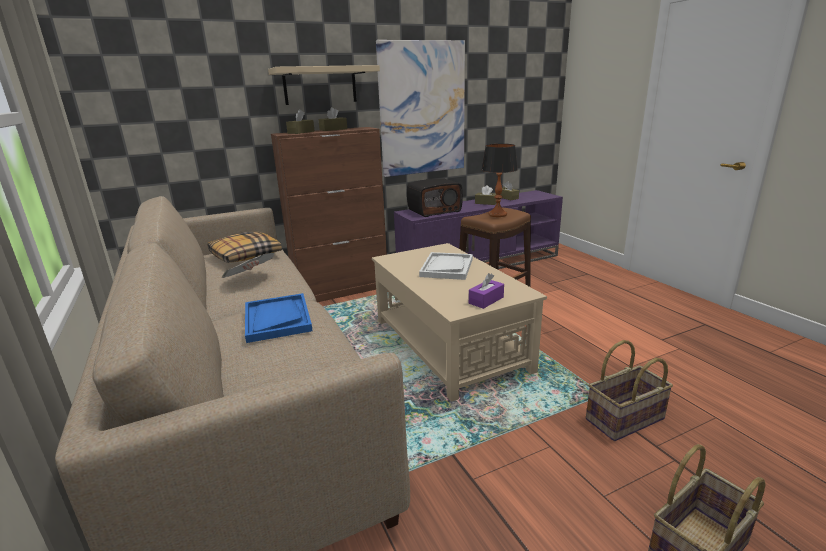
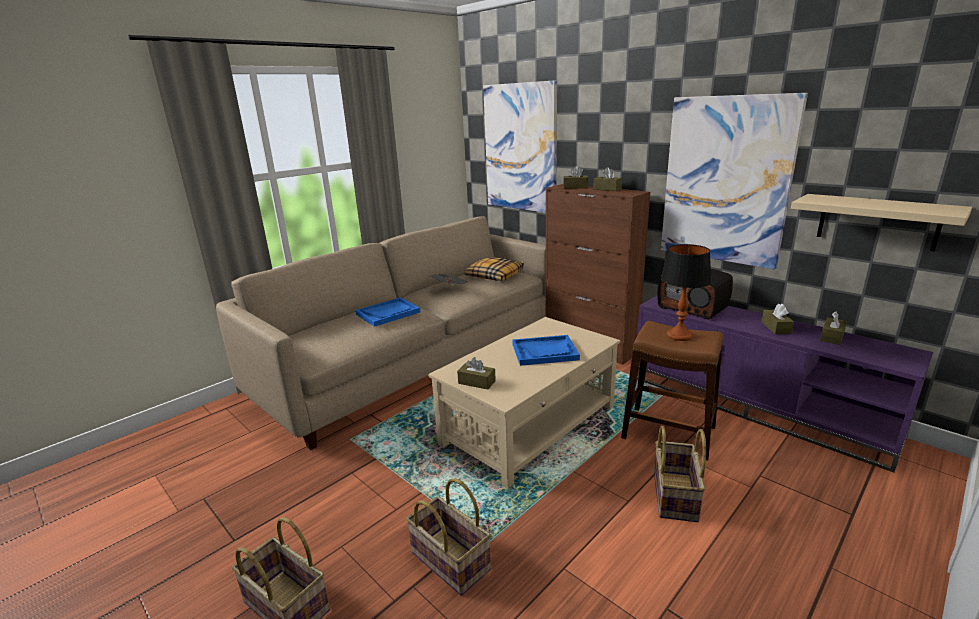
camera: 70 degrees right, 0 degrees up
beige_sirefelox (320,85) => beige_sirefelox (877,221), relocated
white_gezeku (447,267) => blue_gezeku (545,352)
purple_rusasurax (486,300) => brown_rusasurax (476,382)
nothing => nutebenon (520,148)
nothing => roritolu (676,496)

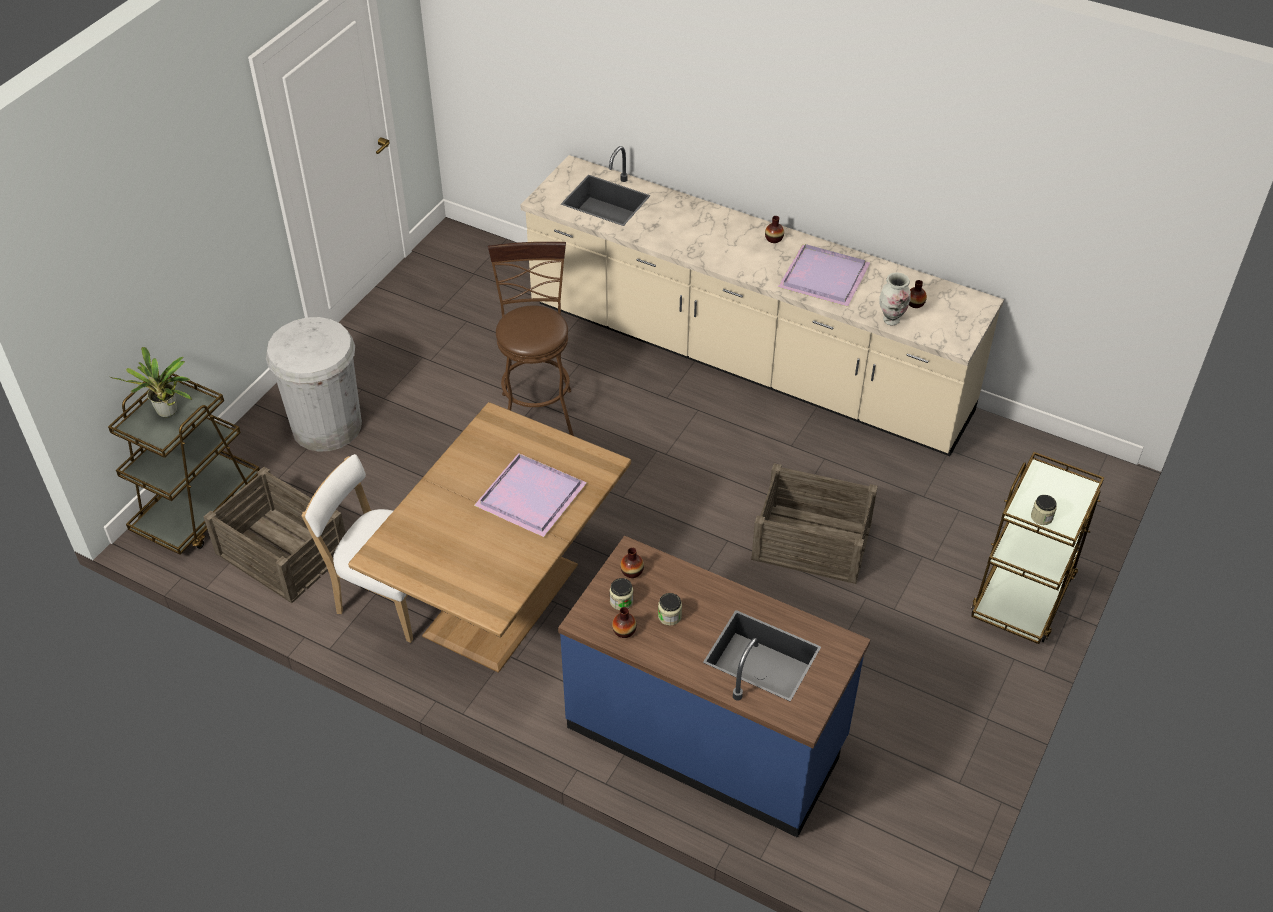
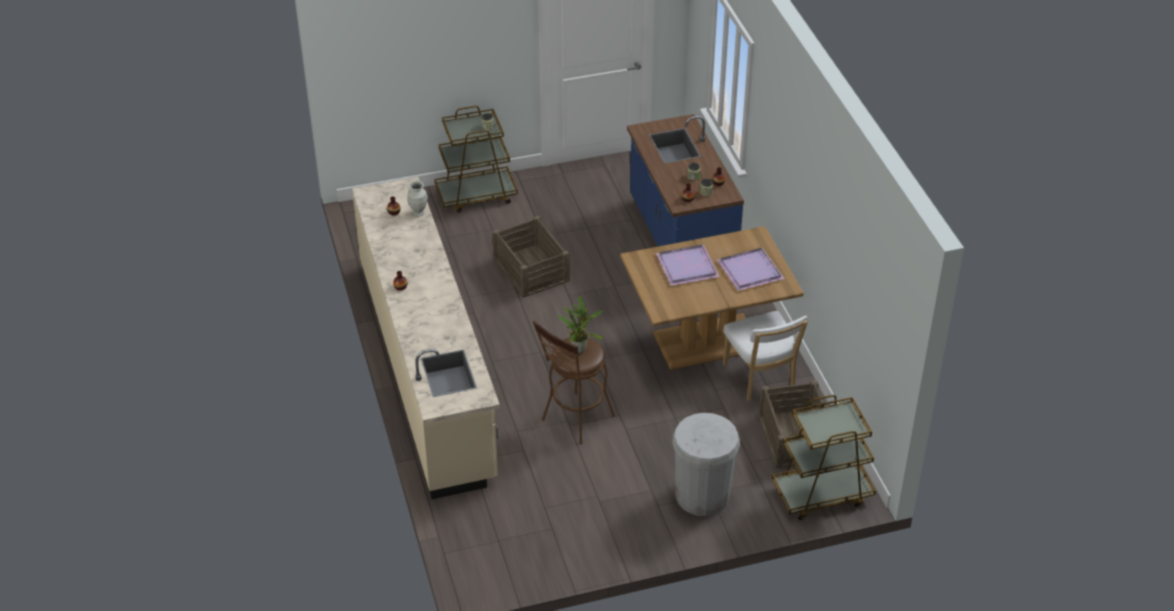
camera: 135 degrees left, 5 degrees down
purple_gezeku (823,276) => purple_gezeku (749,271), relocated
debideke (168,414) => debideke (579,347), relocated

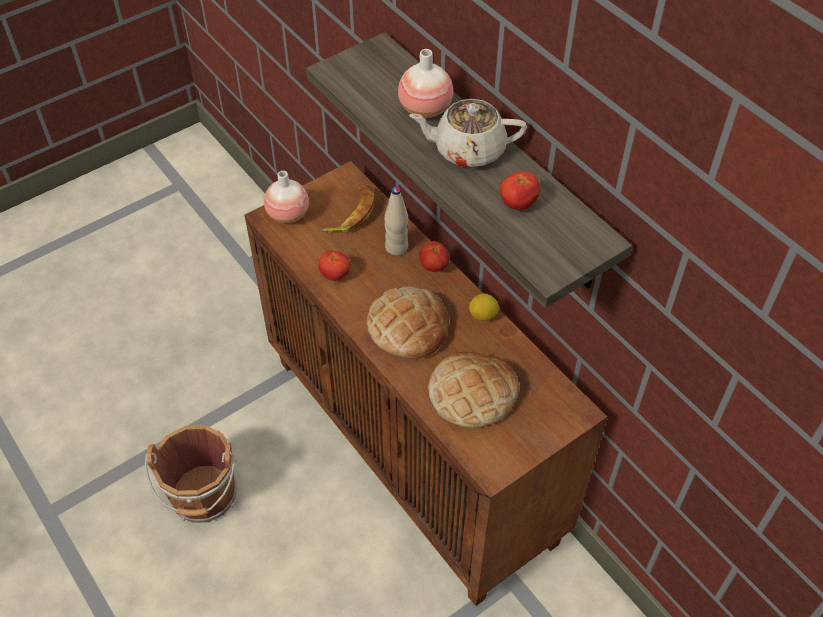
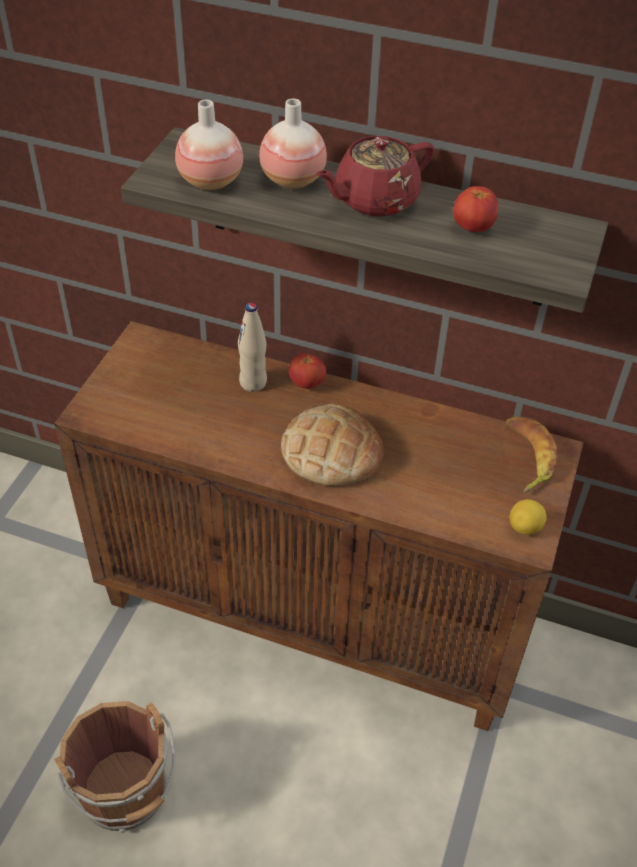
camera: 35 degrees left, 5 degrees down
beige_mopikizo (467,150) => red_mopikizo (374,200)
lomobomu (288,214) => lomobomu (210,181), relocated
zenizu (351,214) => zenizu (526,457), relocated
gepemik (335,275) => nothing
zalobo (483,315) => zalobo (525,528), relocated
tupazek (472,393) => nothing

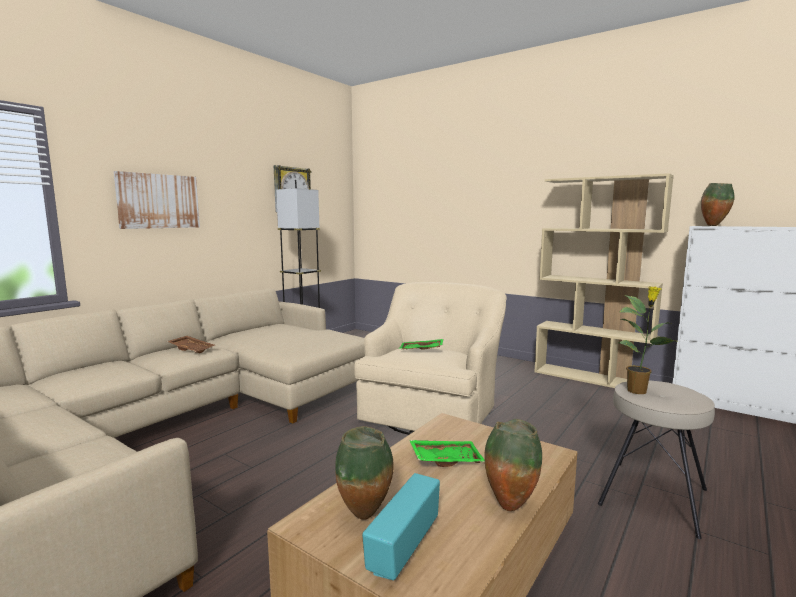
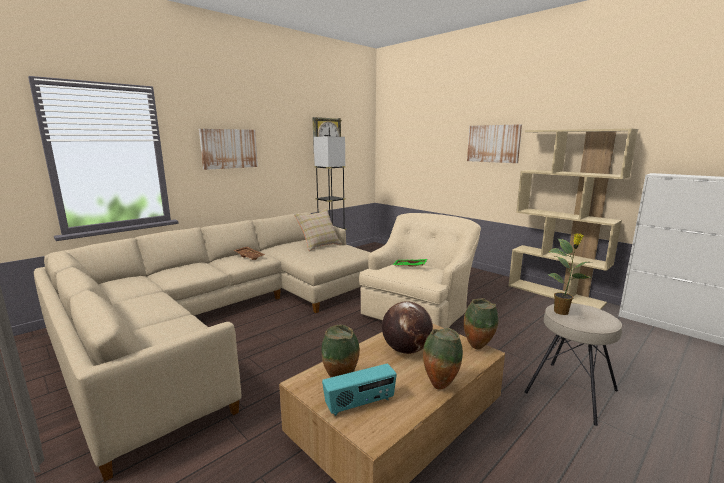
camera: 10 degrees right, 5 degrees up
lomobomu (714,226) => lomobomu (478,347), relocated
green_gezeku (446,459) => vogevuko (406,350)
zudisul (403,547) => zudisul (360,404), 150 degrees counterclockwise
nothing => nutebenon (493,143)
nothing => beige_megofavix (319,245)

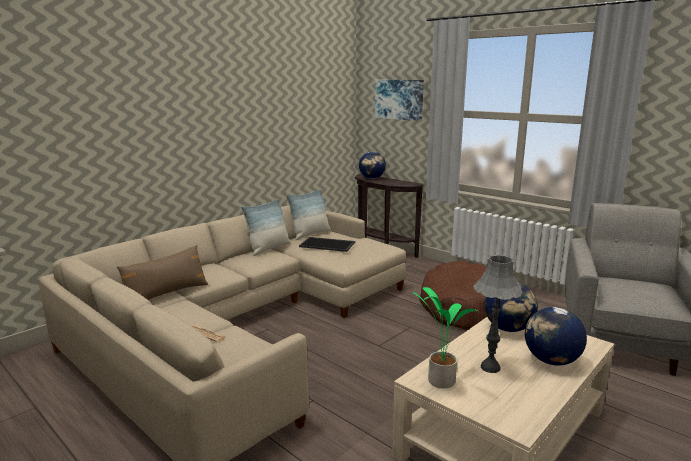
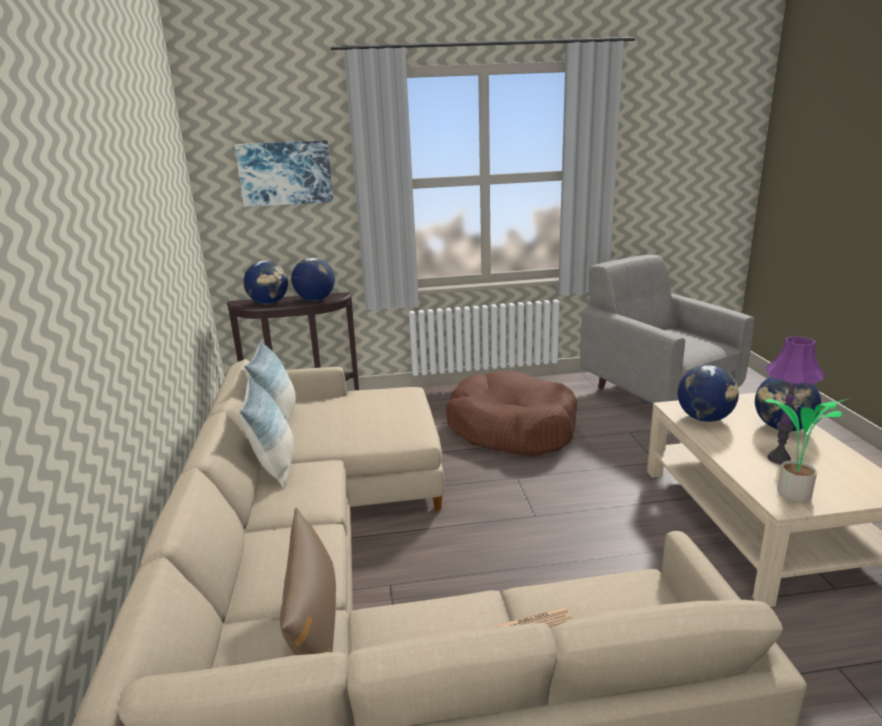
camera: 50 degrees left, 5 degrees up
gezeku (328,244) => nothing
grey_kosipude (490,367) => purple_kosipude (779,459)
nothing => vogevuko (315,300)

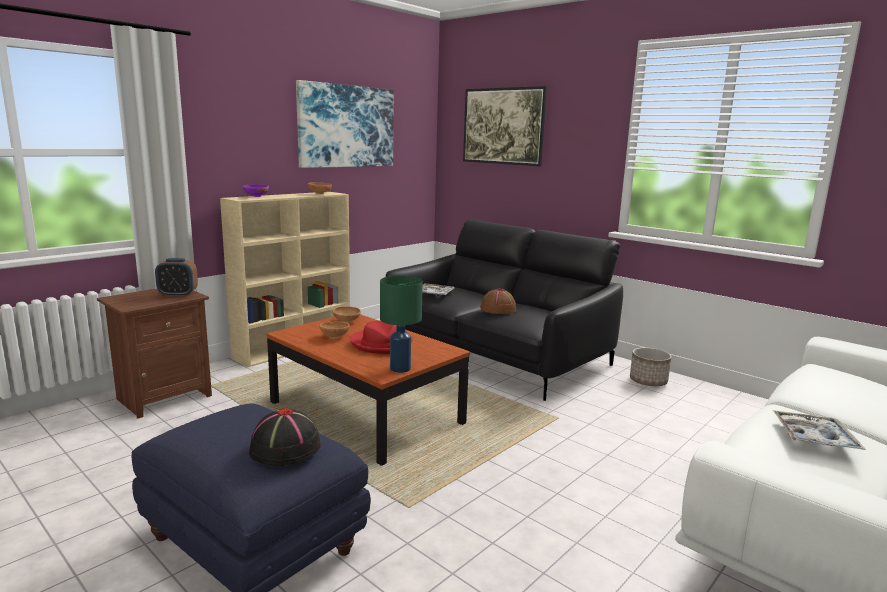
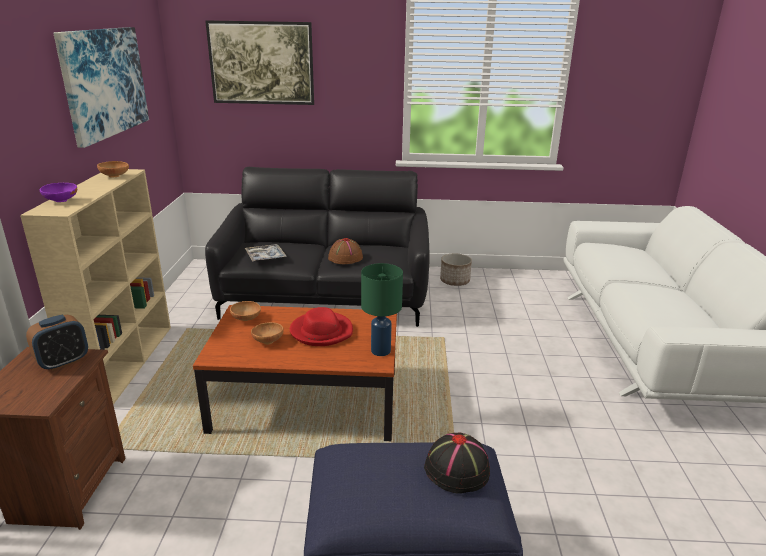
camera: 40 degrees left, 10 degrees up
gezeku (814,438) => nothing

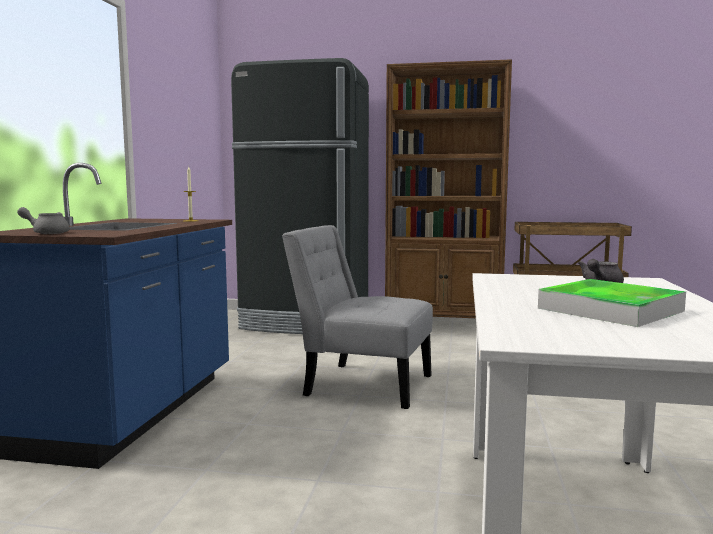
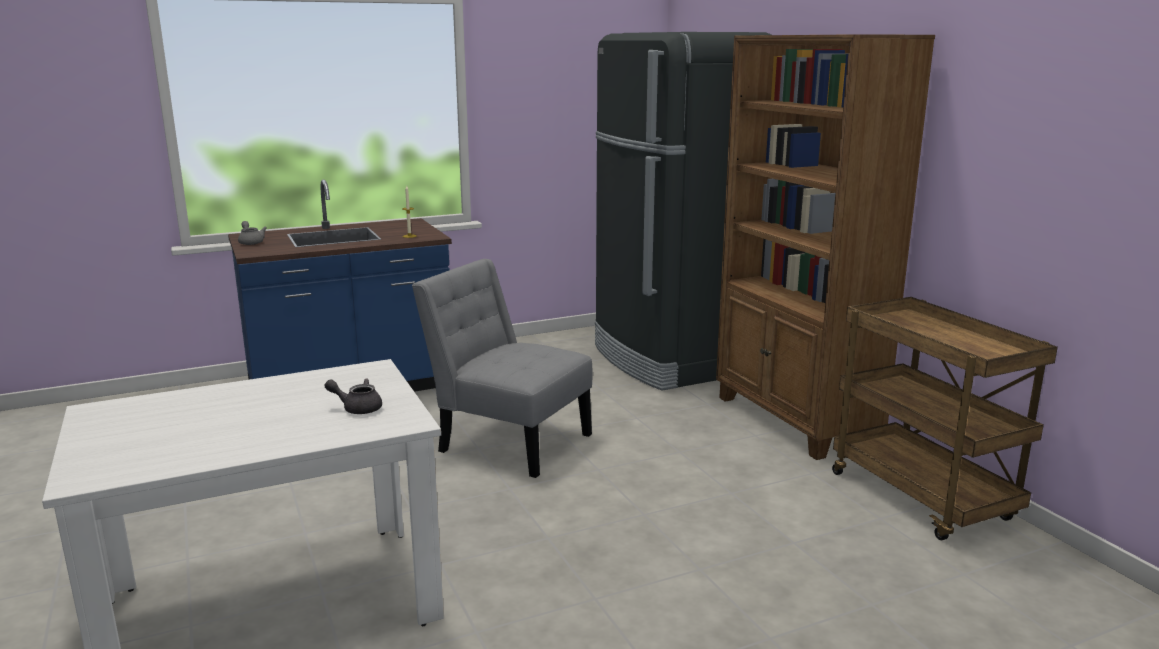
camera: 55 degrees right, 10 degrees up
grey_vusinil (362,384) => grey_vusinil (509,441), 45 degrees counterclockwise
gezeku (610,309) => nothing

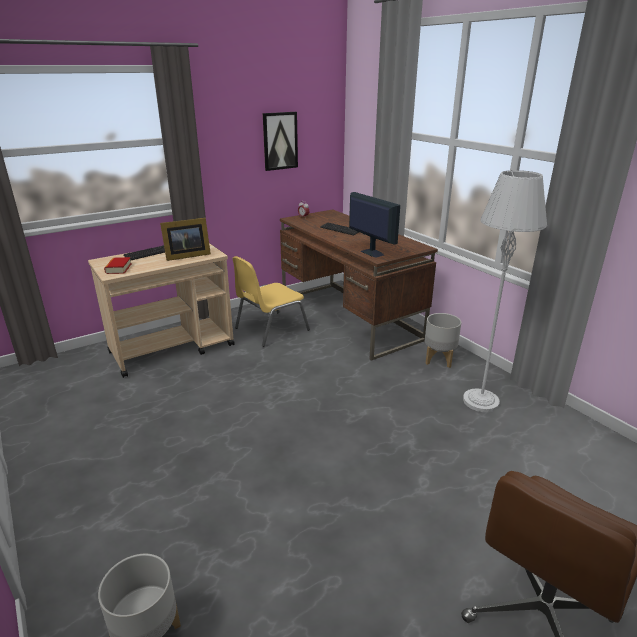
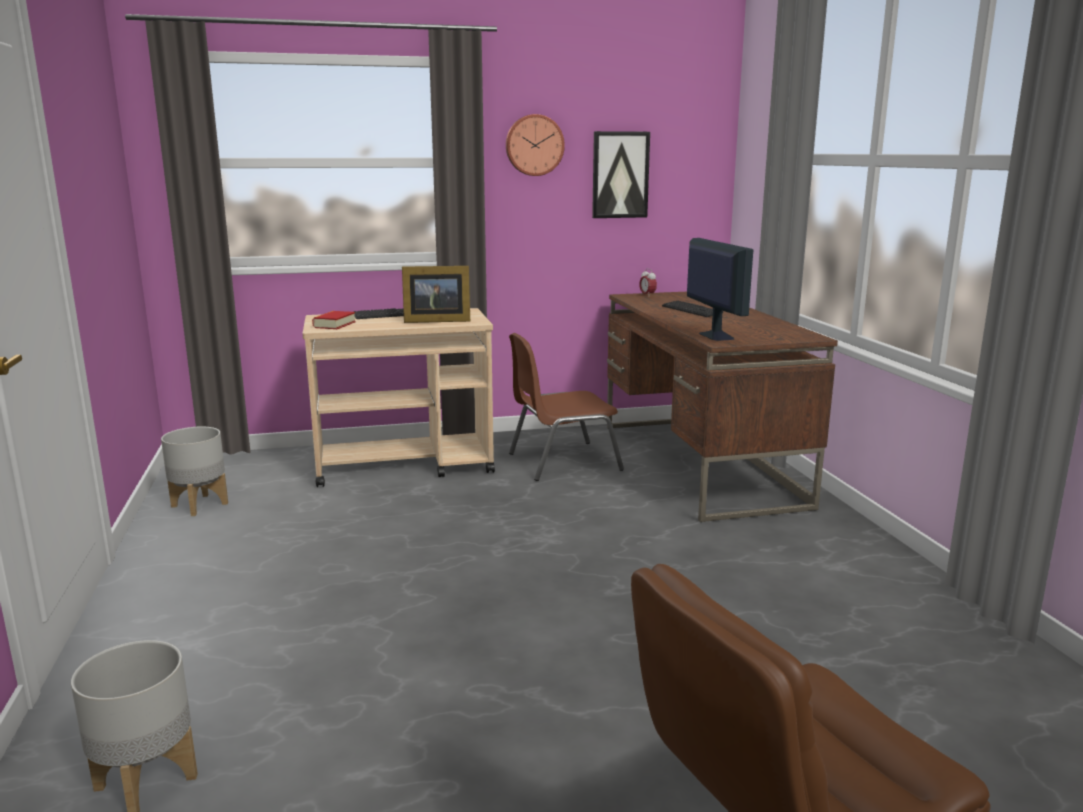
camera: 20 degrees right, 10 degrees down
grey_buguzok (481,401) => nothing
yellow_vusinil (270,329) => brown_vusinil (562,461)
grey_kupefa (439,360) => grey_kupefa (199,505), relocated
nothing => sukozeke (534,145)

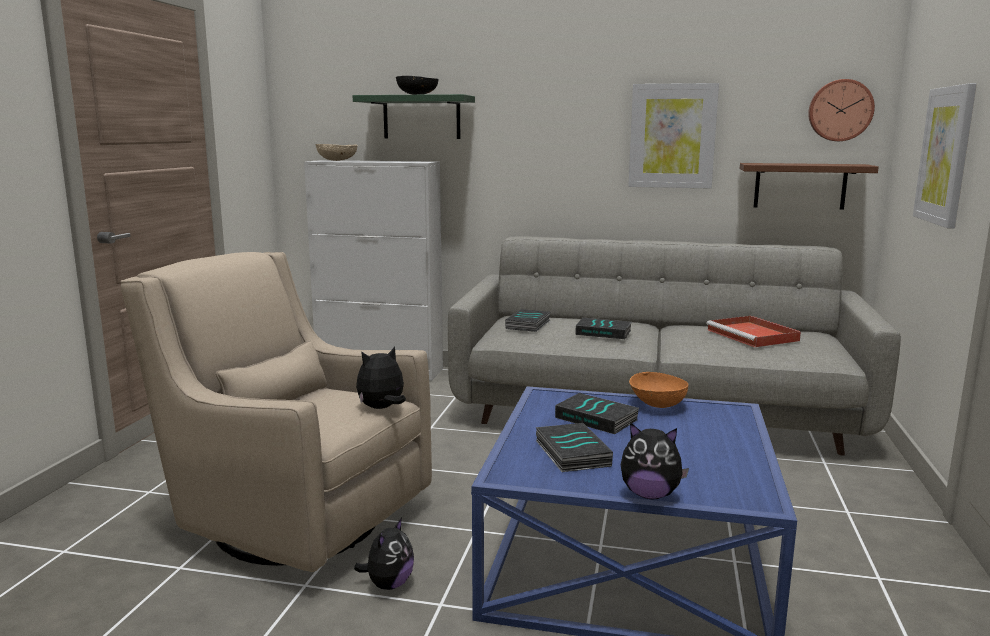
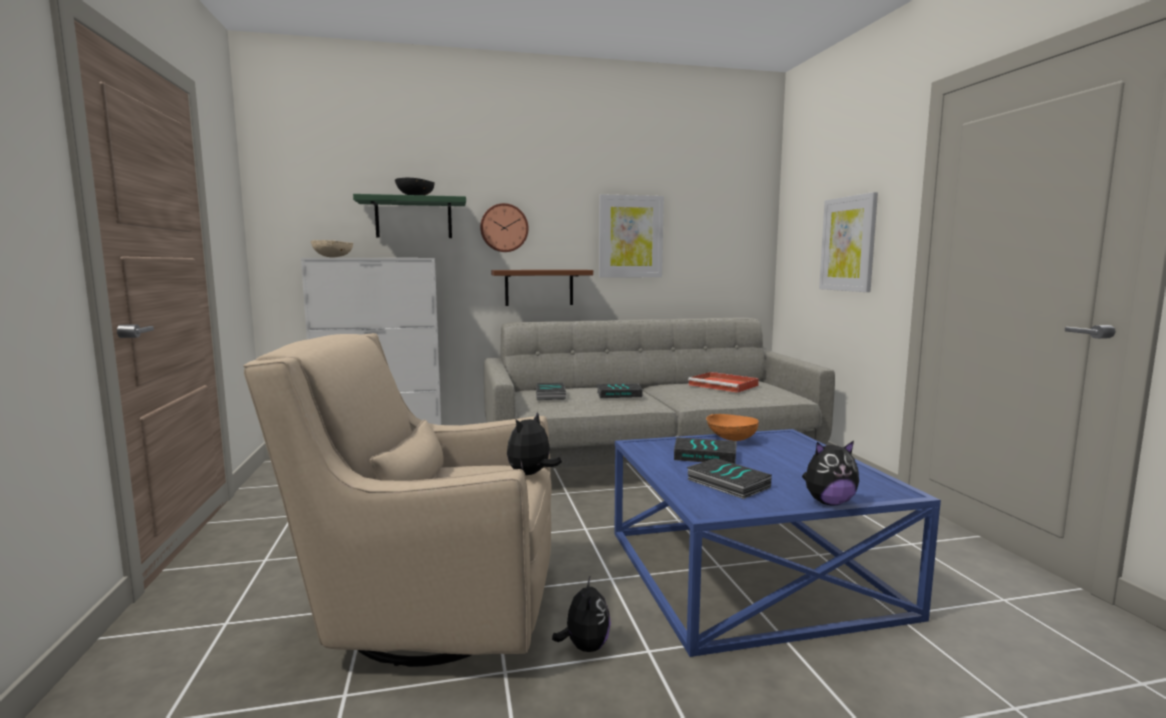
camera: 25 degrees left, 5 degrees down
sukozeke (840,110) => sukozeke (504,228), relocated
brown_sirefelox (800,186) => brown_sirefelox (539,287), relocated

